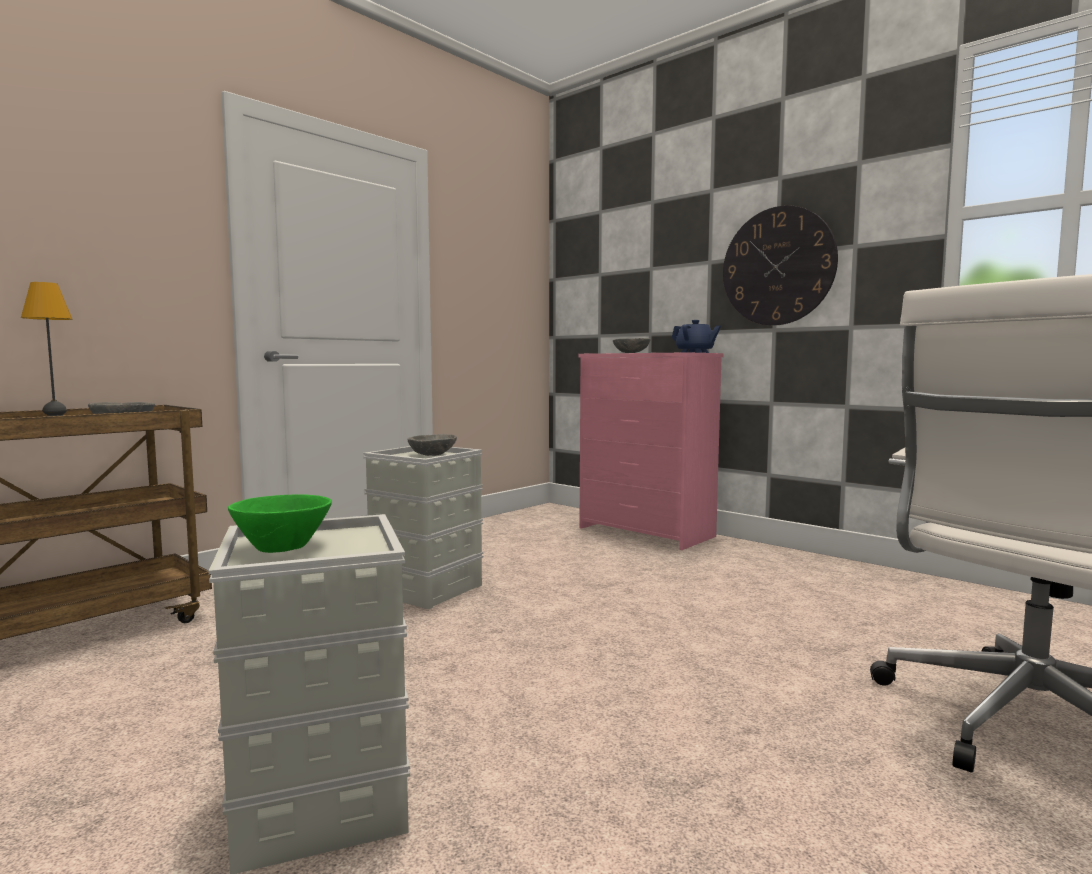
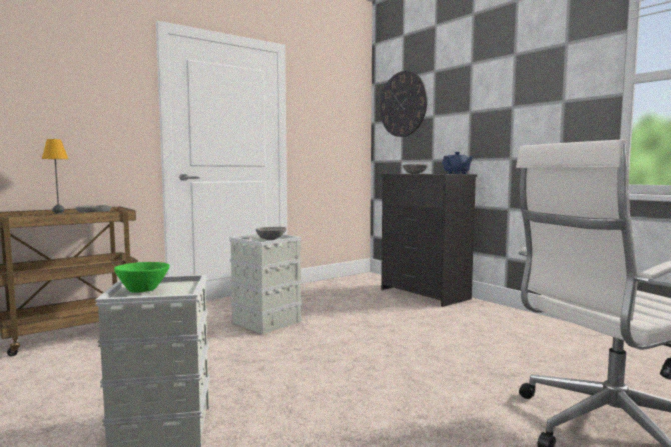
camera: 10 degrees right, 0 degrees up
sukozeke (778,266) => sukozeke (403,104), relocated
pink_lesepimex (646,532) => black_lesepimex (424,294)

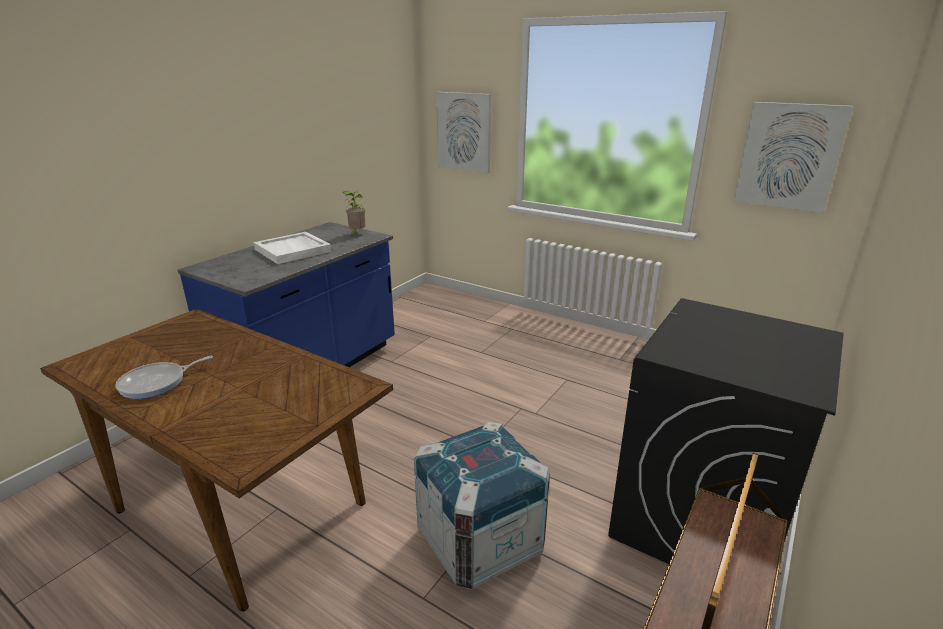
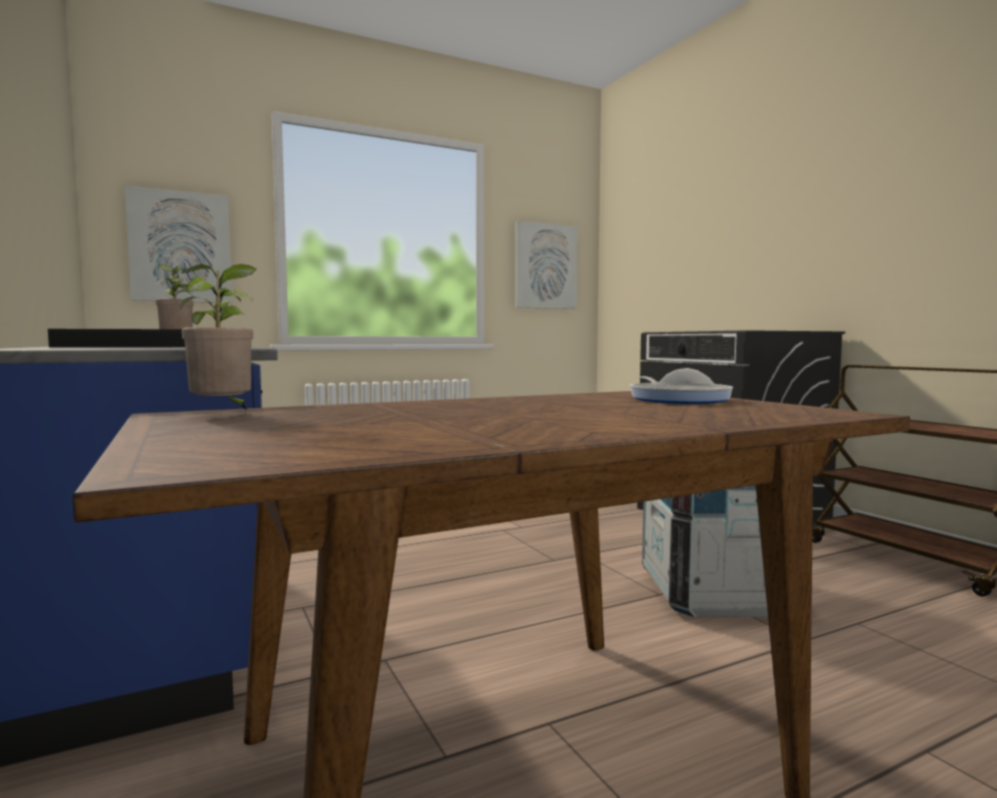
camera: 60 degrees left, 20 degrees down
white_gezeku (293,250) => black_gezeku (145,346)
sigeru (156,383) => sigeru (677,399), relocated
nothing => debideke (225,415)

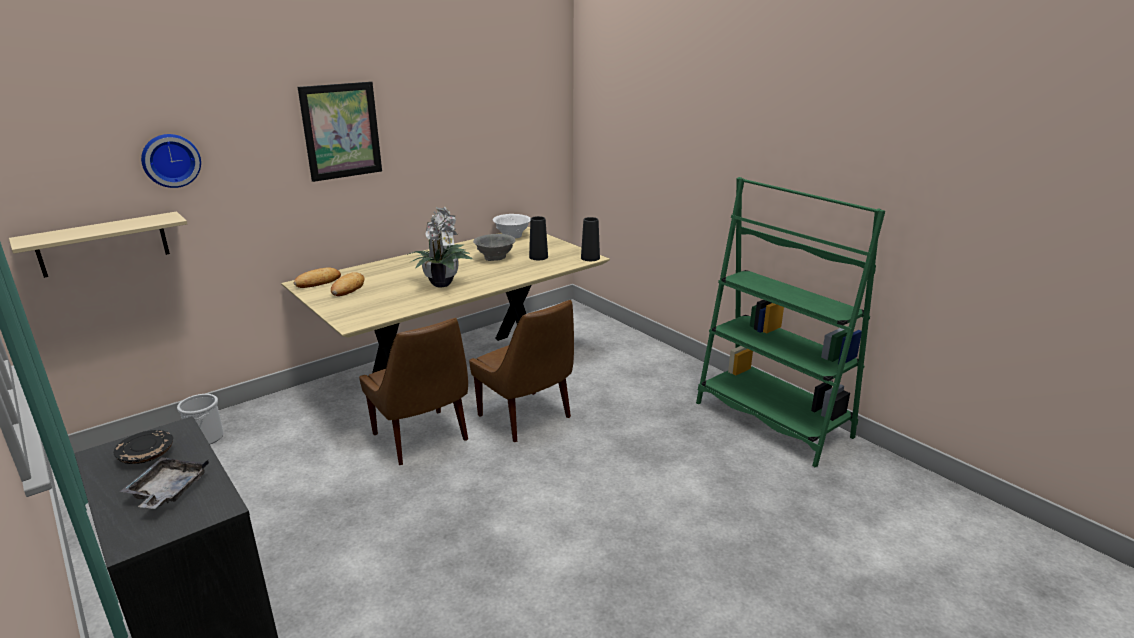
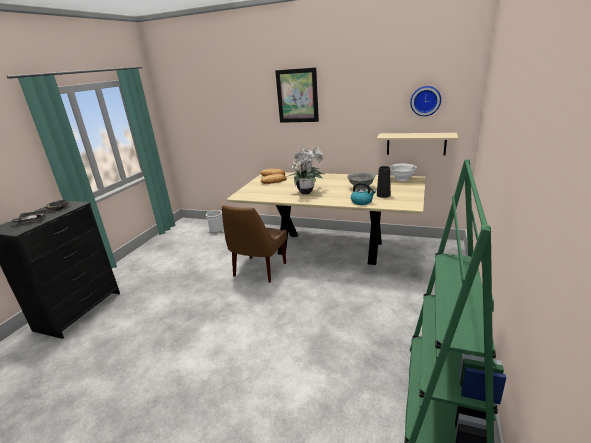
camera: 60 degrees right, 0 degrees up
sukozeke (170,160) => sukozeke (425,101), relocated
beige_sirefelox (103,244) => beige_sirefelox (416,144), relocated
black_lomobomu (590,258) => nothing
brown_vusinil (526,418) => nothing
nothing => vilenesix (362,202)

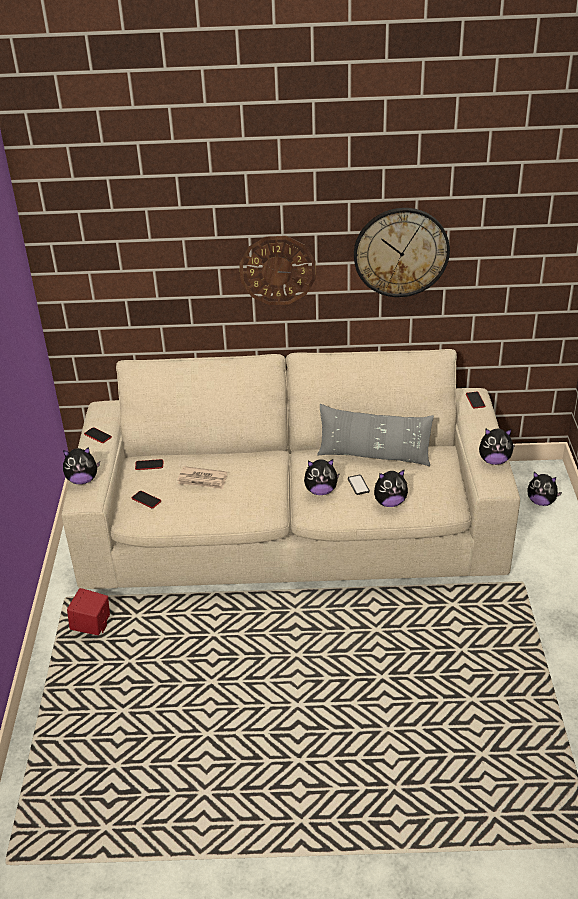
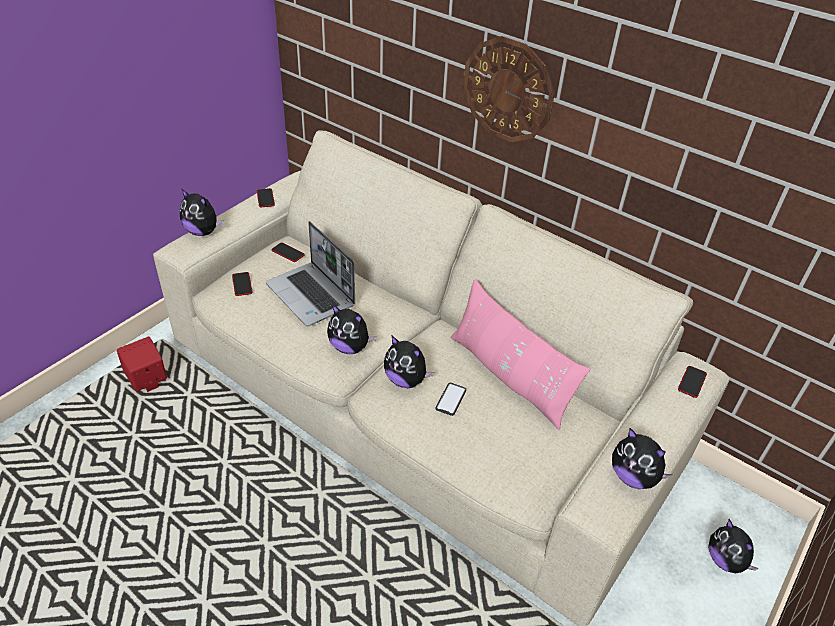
camera: 35 degrees right, 5 degrees up
sukozeke (401,252) => nothing
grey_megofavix (374,456) => pink_megofavix (509,376)
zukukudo (202,480) => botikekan (312,295)
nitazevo (389,502) => nitazevo (350,347), relocated

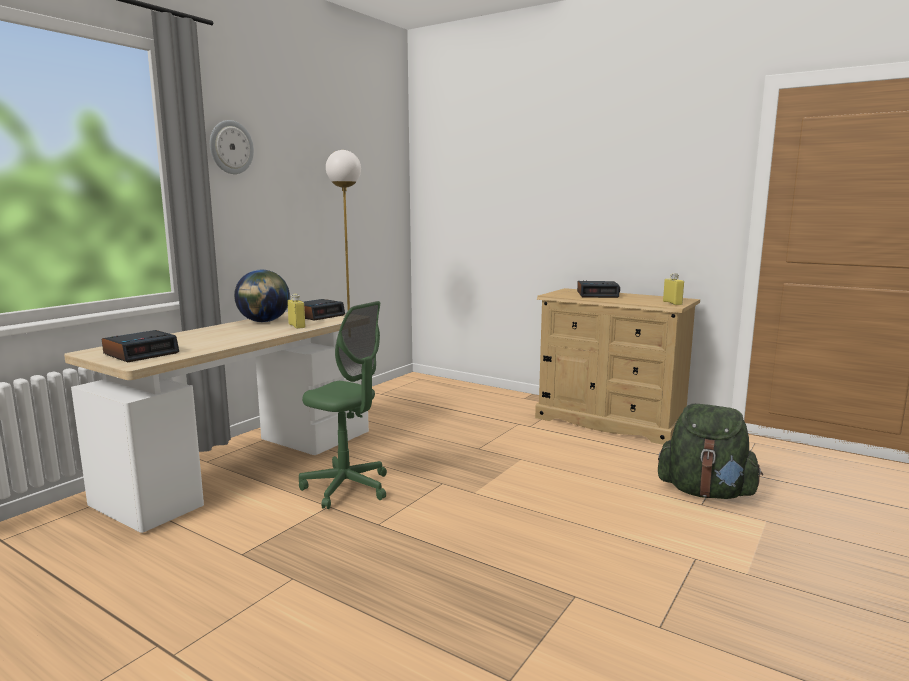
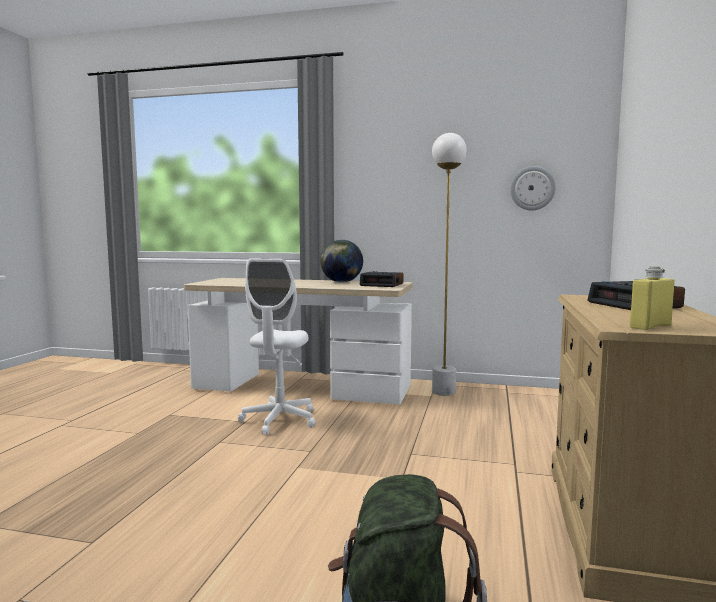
camera: 70 degrees right, 5 degrees down
sukozeke (231,147) => sukozeke (532,188), relocated
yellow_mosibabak (297,326) => nothing
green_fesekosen (346,488) => white_fesekosen (279,420)
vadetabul (142,353) => nothing

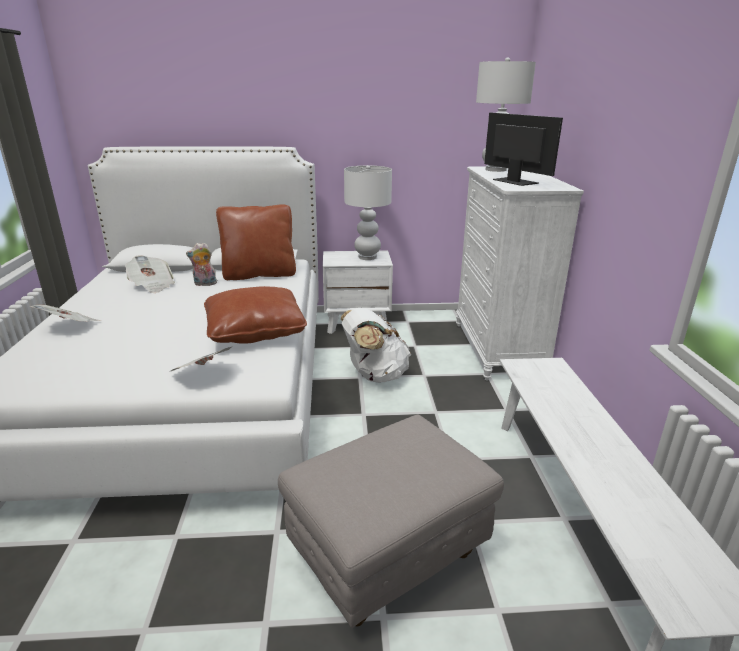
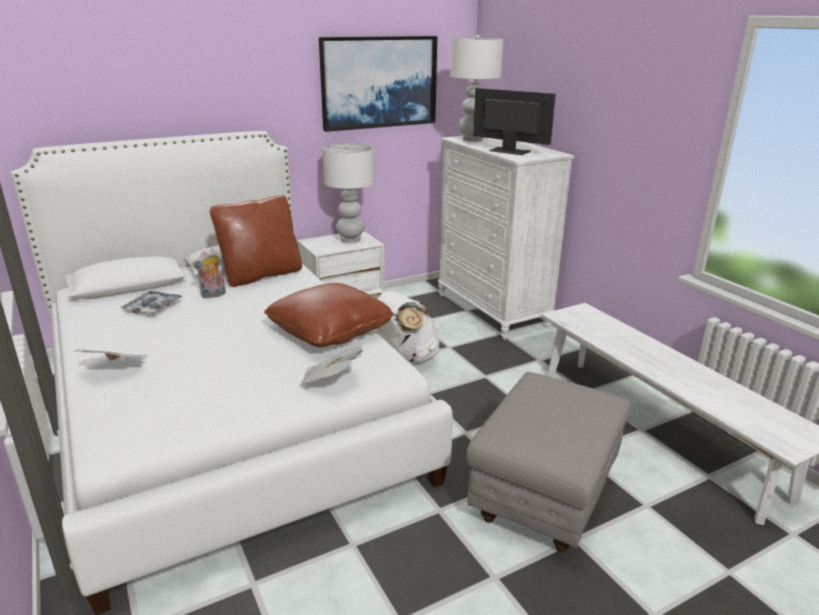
camera: 25 degrees left, 0 degrees up
zukukudo (152,285) => gezeku (152,307)
nothing => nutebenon (379,82)

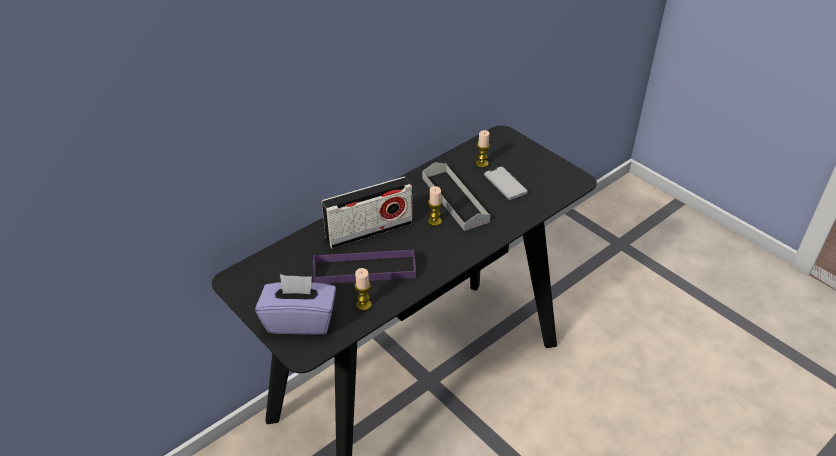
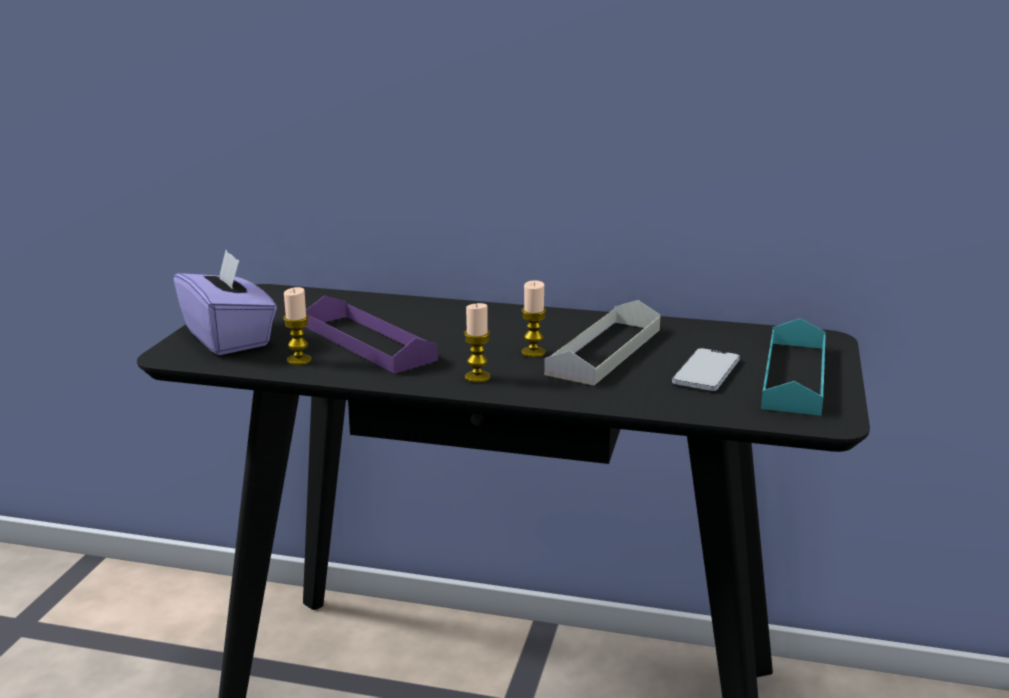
camera: 55 degrees right, 20 degrees down
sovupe (482,163) => sovupe (477,377), relocated
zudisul (369,231) => nothing
nothing => turquoise_gezeku (794,376)

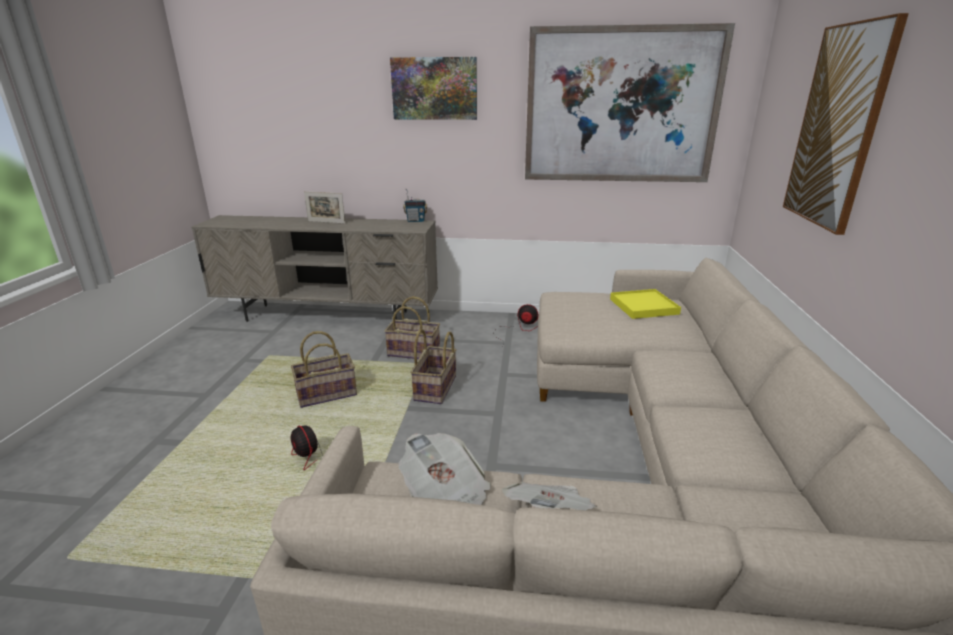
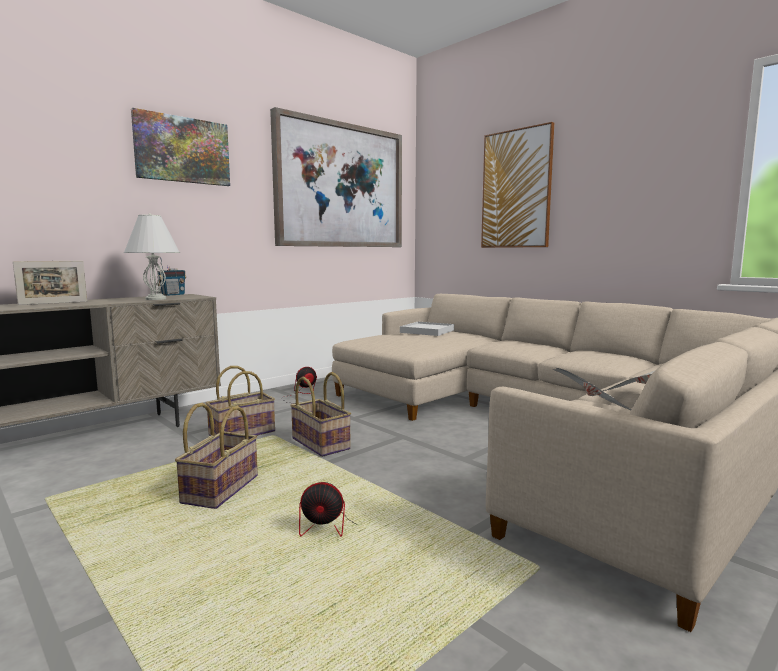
camera: 50 degrees left, 15 degrees down
yellow_gezeku (644,306) => white_gezeku (427,331)
nothing => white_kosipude (155,299)

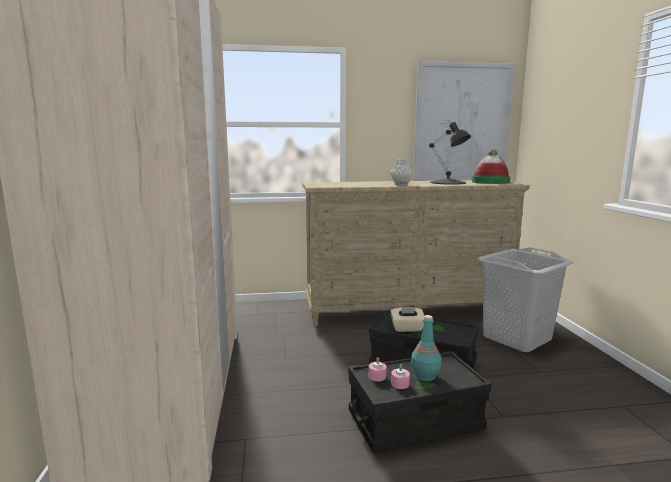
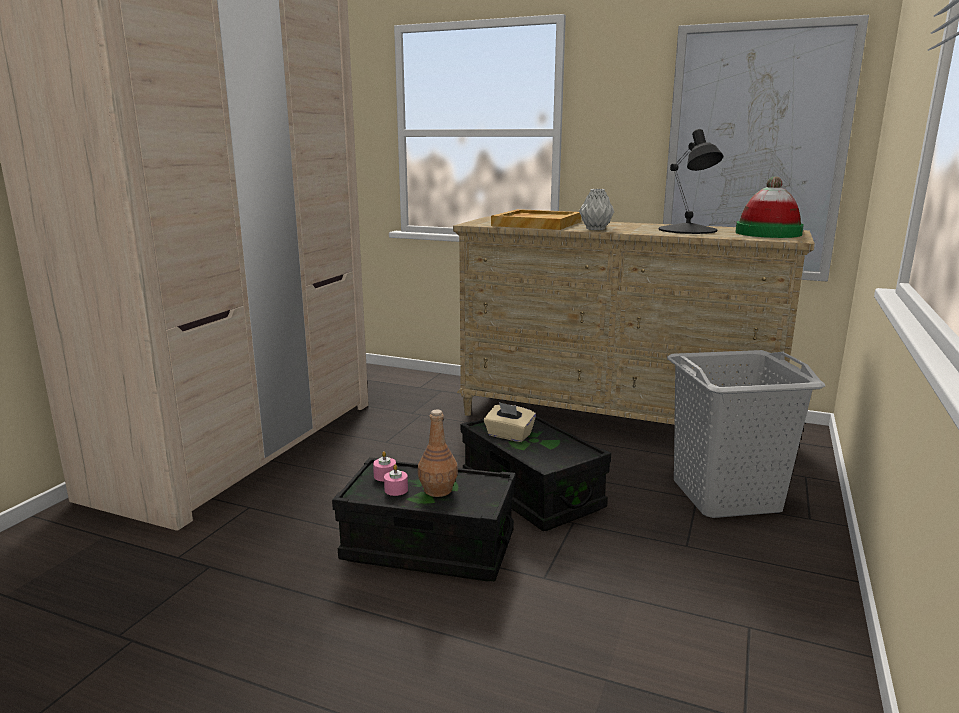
camera: 30 degrees right, 5 degrees up
turquoise_mosibabak (425,376) => brown_mosibabak (437,490)
nothing => beige_gezeku (536,223)

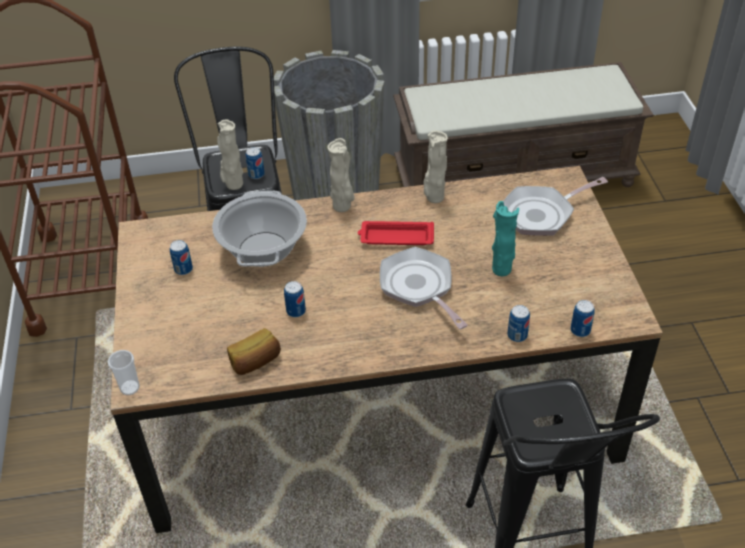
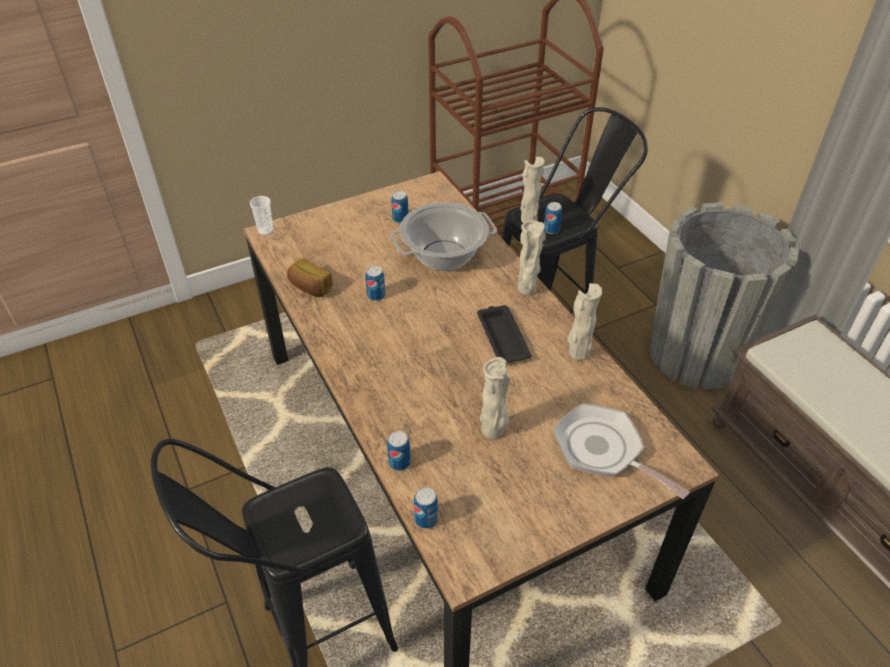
camera: 70 degrees right, 0 degrees up
turquoise_lomobomu (502,269) => beige_lomobomu (493,431)
red_gezeku (395,237) => black_gezeku (502,337)
sigeru (419,287) => nothing

